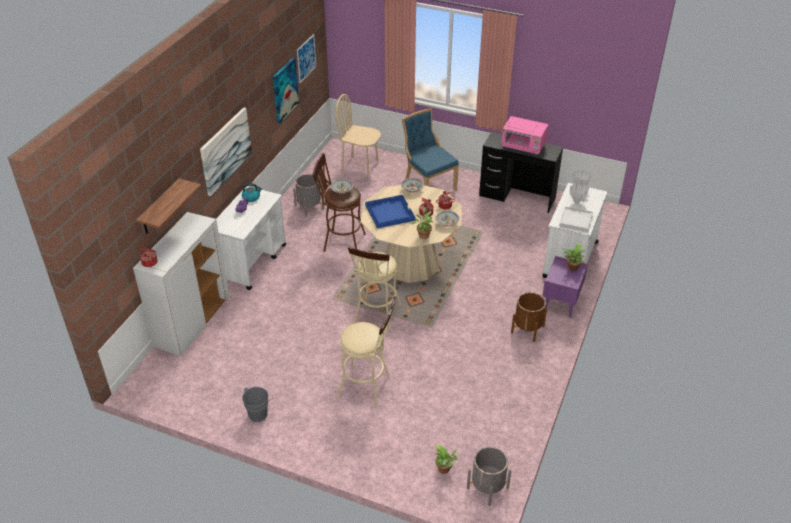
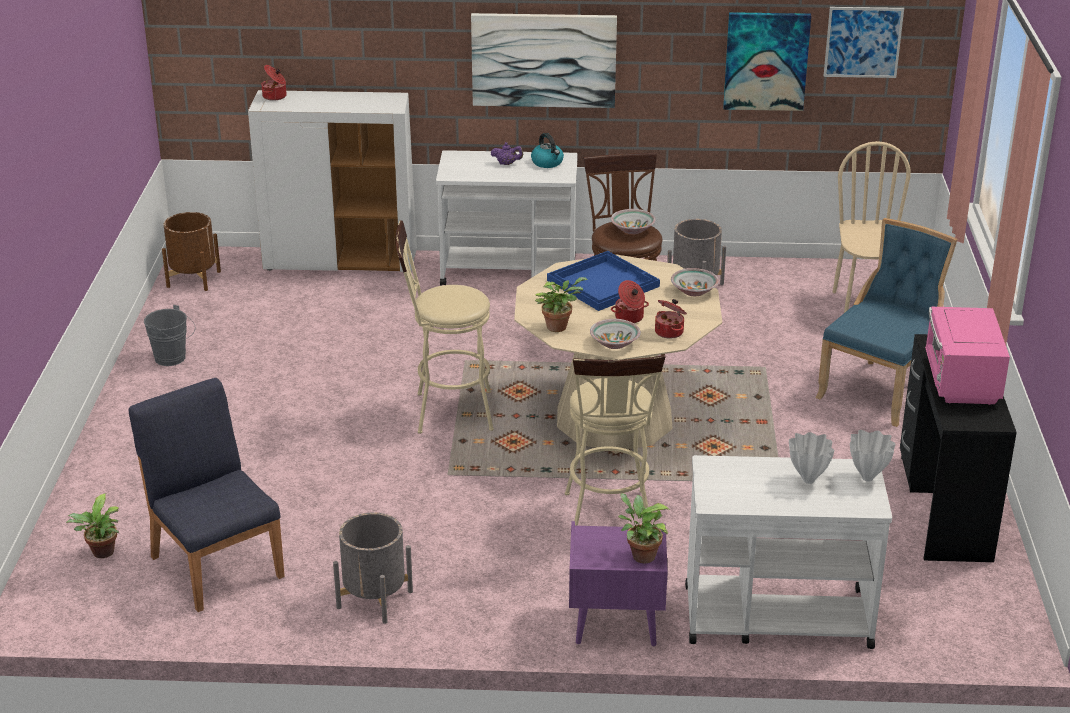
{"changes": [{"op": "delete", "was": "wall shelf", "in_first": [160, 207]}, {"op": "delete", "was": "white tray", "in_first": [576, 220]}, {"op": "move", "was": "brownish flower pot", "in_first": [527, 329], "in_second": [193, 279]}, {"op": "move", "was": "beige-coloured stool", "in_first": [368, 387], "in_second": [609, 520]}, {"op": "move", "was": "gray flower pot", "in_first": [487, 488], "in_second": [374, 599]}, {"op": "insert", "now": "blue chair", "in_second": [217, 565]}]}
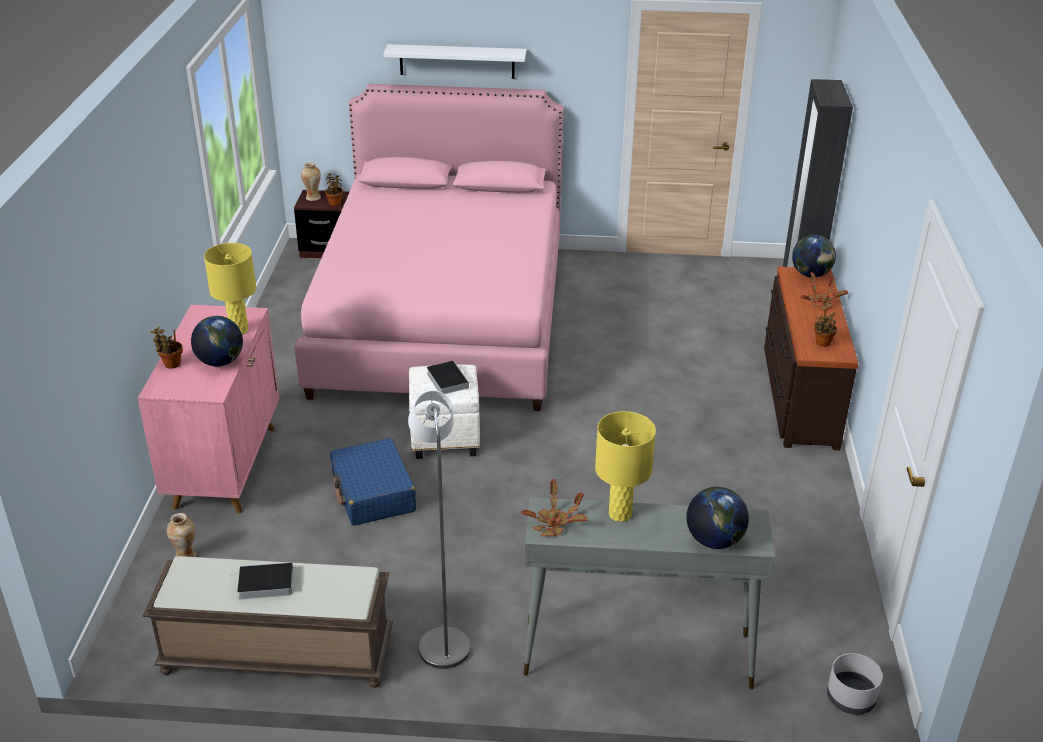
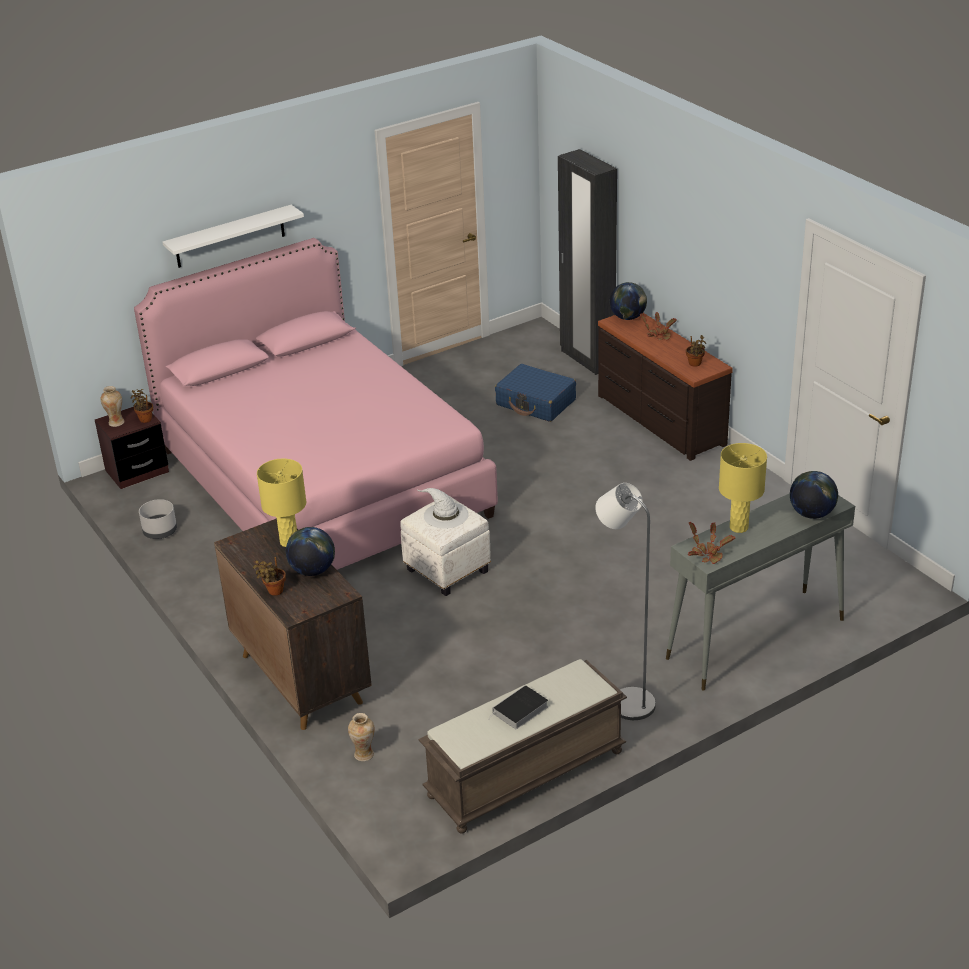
{"changes": [{"op": "recolor", "was": "pink cupboard", "now": "brownish cupboard", "in_first": [226, 466], "in_second": [300, 678]}, {"op": "replace", "was": "bound book", "now": "white wearable hat", "in_first": [446, 380], "in_second": [445, 515]}, {"op": "move", "was": "blue suitcase", "in_first": [373, 493], "in_second": [536, 402]}, {"op": "move", "was": "gray flower pot", "in_first": [850, 698], "in_second": [160, 531]}]}
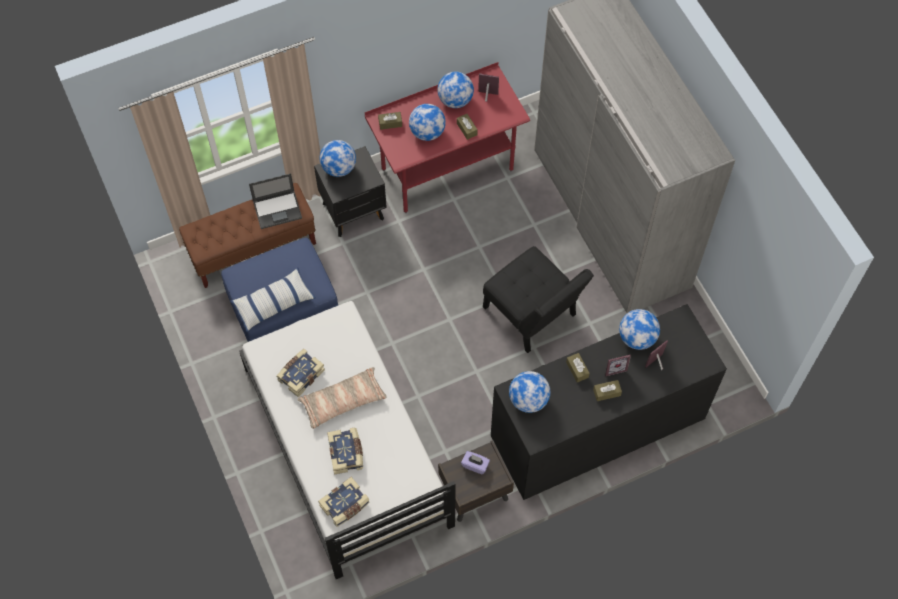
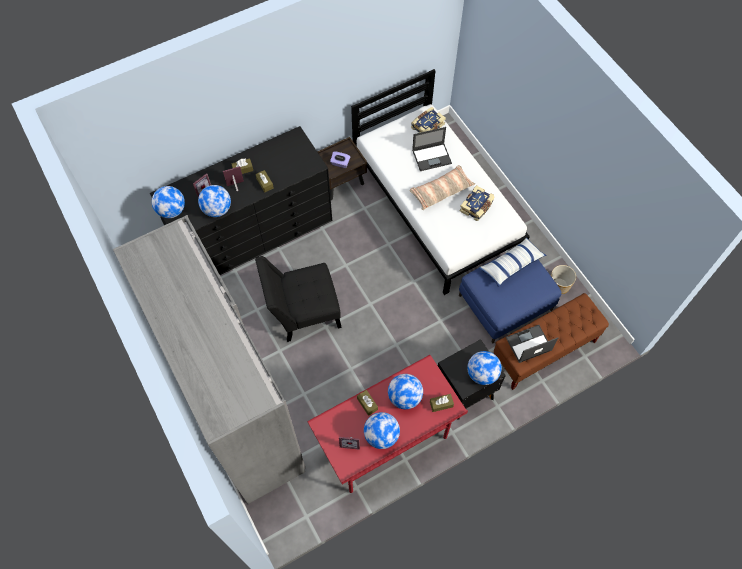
{"changes": [{"op": "rotate", "was": "black-coloured chair", "in_first": [532, 315], "in_second": [303, 312], "clockwise": -60}, {"op": "move", "was": "world globe", "in_first": [528, 400], "in_second": [172, 210]}, {"op": "replace", "was": "bound book", "now": "laptop", "in_first": [346, 453], "in_second": [432, 157]}, {"op": "insert", "now": "flower pot", "in_second": [559, 285]}]}
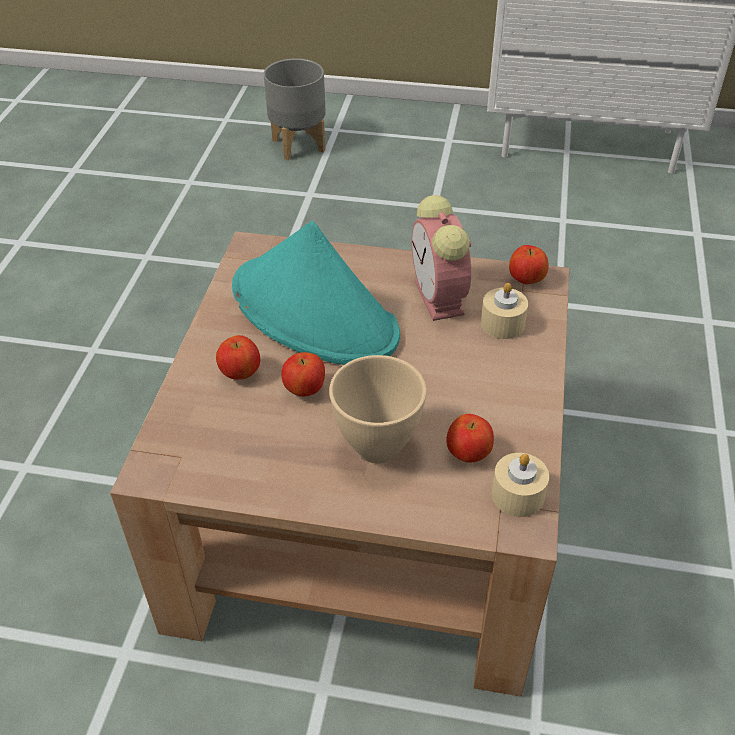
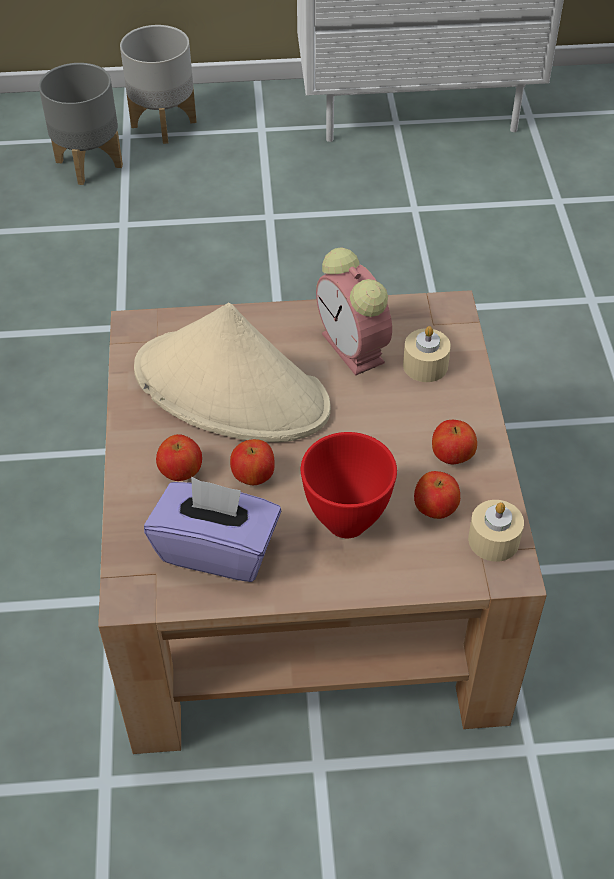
{"changes": [{"op": "recolor", "was": "turquoise-coloured wearable hat", "now": "beige-coloured wearable hat", "in_first": [315, 312], "in_second": [232, 390]}, {"op": "move", "was": "apple fruit", "in_first": [526, 280], "in_second": [452, 457]}, {"op": "recolor", "was": "beige-coloured deep dish", "now": "red deep dish", "in_first": [376, 446], "in_second": [344, 520]}, {"op": "insert", "now": "gray flower pot", "in_second": [164, 123]}, {"op": "insert", "now": "purplish tissue holder", "in_second": [217, 549]}]}
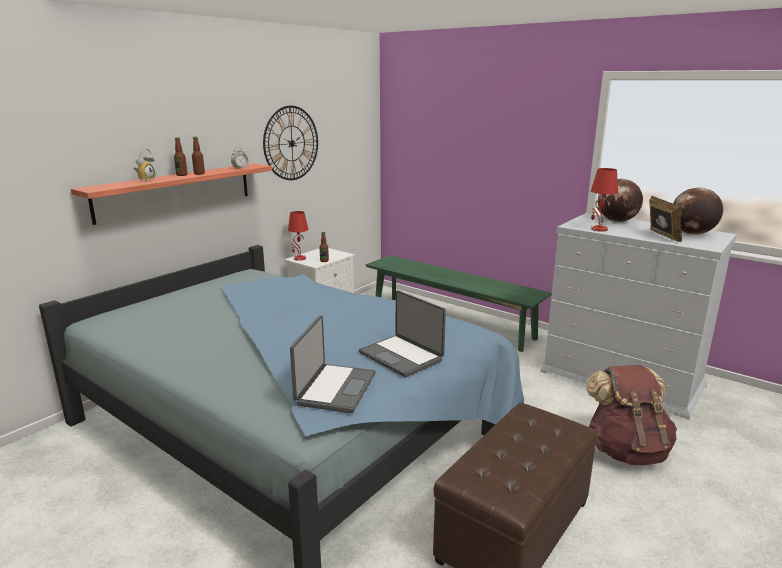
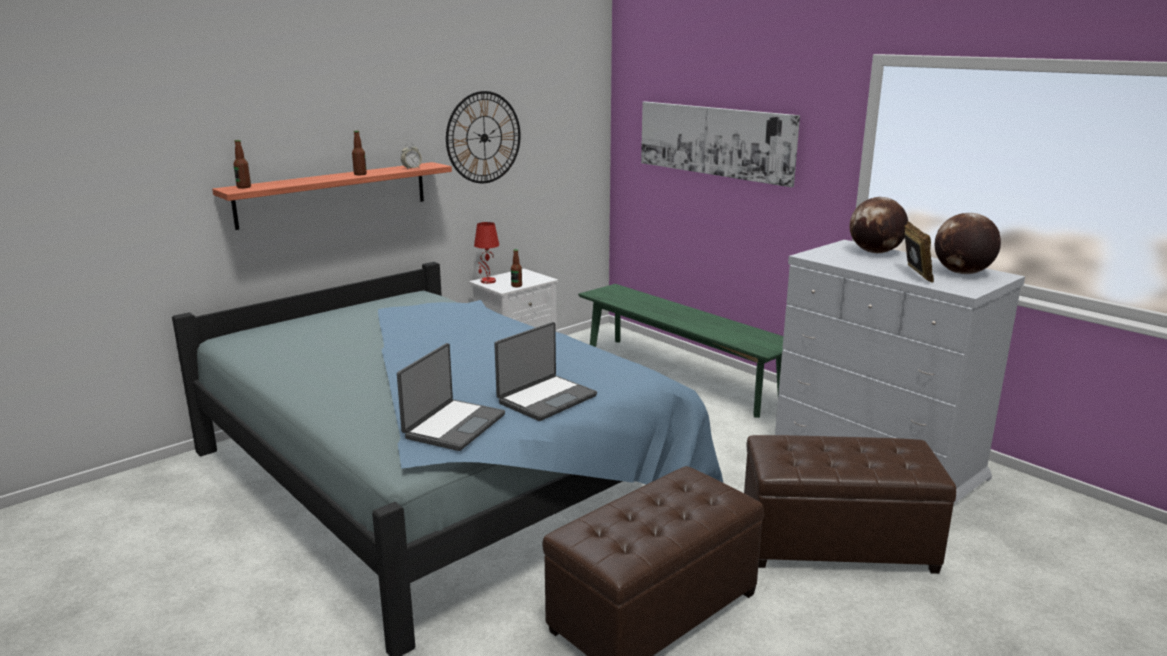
{"changes": [{"op": "move", "was": "bottle", "in_first": [182, 175], "in_second": [244, 187]}, {"op": "delete", "was": "table clock", "in_first": [145, 180]}, {"op": "delete", "was": "red tabletop lamp", "in_first": [598, 229]}, {"op": "rotate", "was": "laptop", "in_first": [402, 356], "in_second": [546, 399], "clockwise": -105}, {"op": "replace", "was": "brownish knapsack", "now": "brownish footrest", "in_first": [626, 450], "in_second": [836, 543]}, {"op": "insert", "now": "wall art", "in_second": [714, 141]}]}
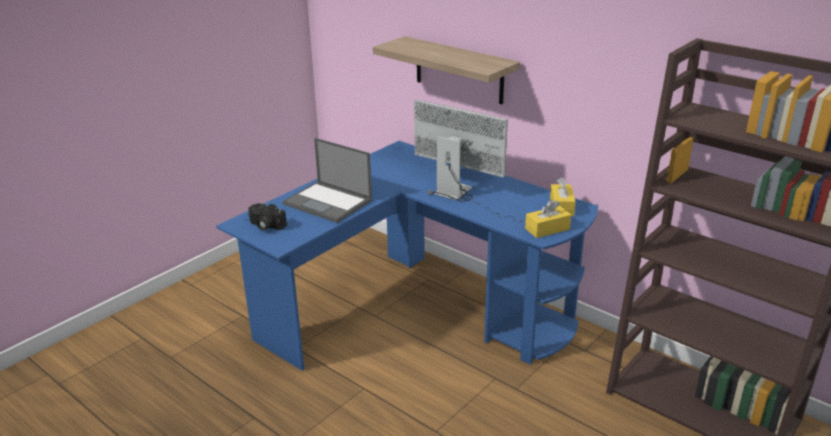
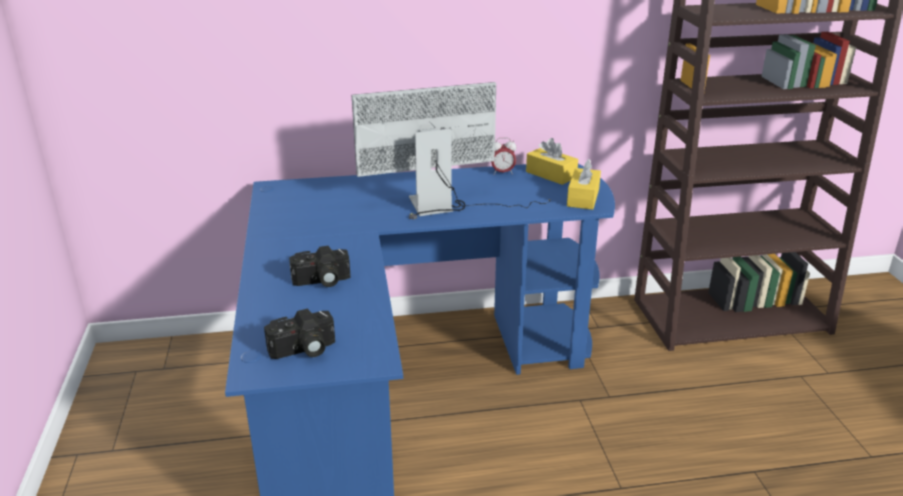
{"changes": [{"op": "delete", "was": "wall shelf", "in_first": [459, 70]}, {"op": "replace", "was": "laptop", "now": "photo camera", "in_first": [328, 202], "in_second": [321, 281]}, {"op": "insert", "now": "table clock", "in_second": [502, 173]}]}
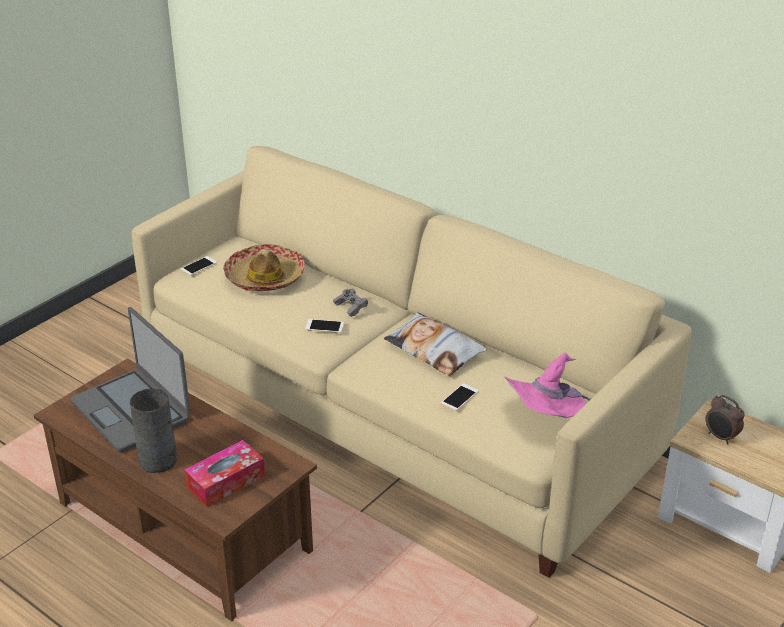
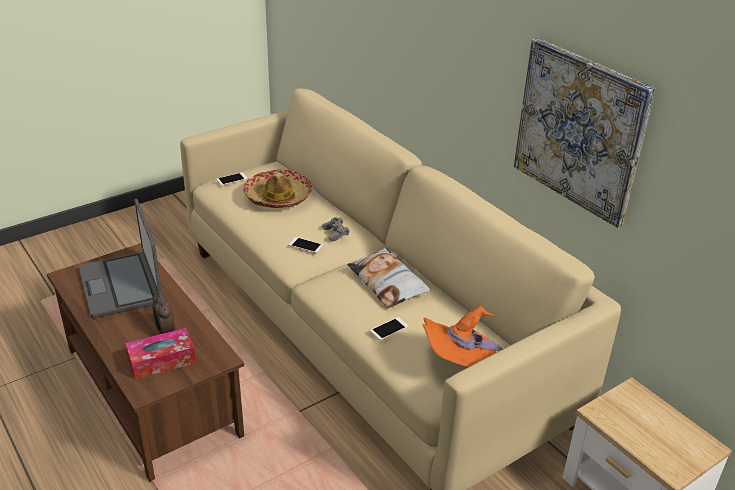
{"changes": [{"op": "recolor", "was": "pink wearable hat", "now": "orange wearable hat", "in_first": [546, 418], "in_second": [459, 364]}, {"op": "delete", "was": "gray decorative vase", "in_first": [158, 461]}, {"op": "move", "was": "table clock", "in_first": [720, 437], "in_second": [165, 331]}, {"op": "insert", "now": "wall art", "in_second": [580, 130]}]}
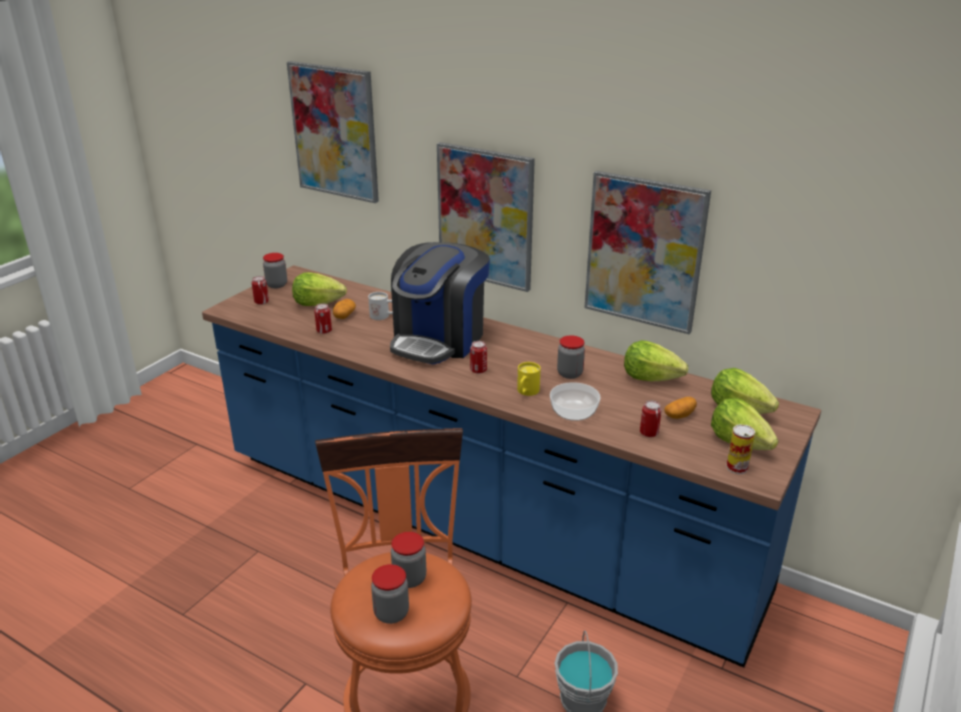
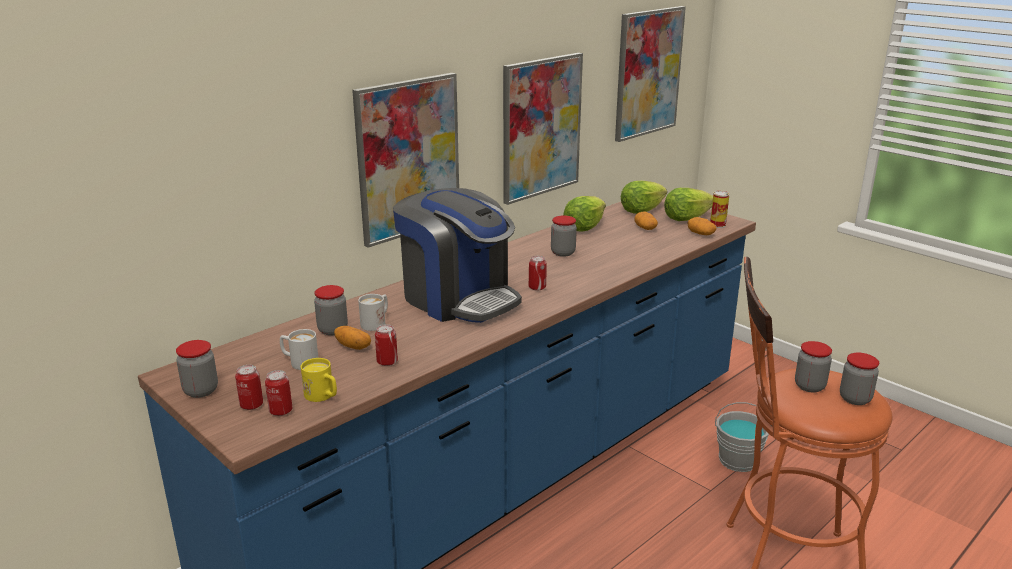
{"changes": [{"op": "move", "was": "wall art", "in_first": [335, 132], "in_second": [648, 73]}, {"op": "replace", "was": "lettuce", "now": "white coffee mug", "in_first": [317, 303], "in_second": [299, 362]}, {"op": "move", "was": "yellowish coffee mug", "in_first": [526, 392], "in_second": [323, 396]}, {"op": "delete", "was": "deep dish", "in_first": [574, 411]}, {"op": "move", "was": "can", "in_first": [649, 433], "in_second": [280, 411]}, {"op": "insert", "now": "potato", "in_second": [700, 234]}, {"op": "insert", "now": "preserve jar", "in_second": [333, 330]}]}
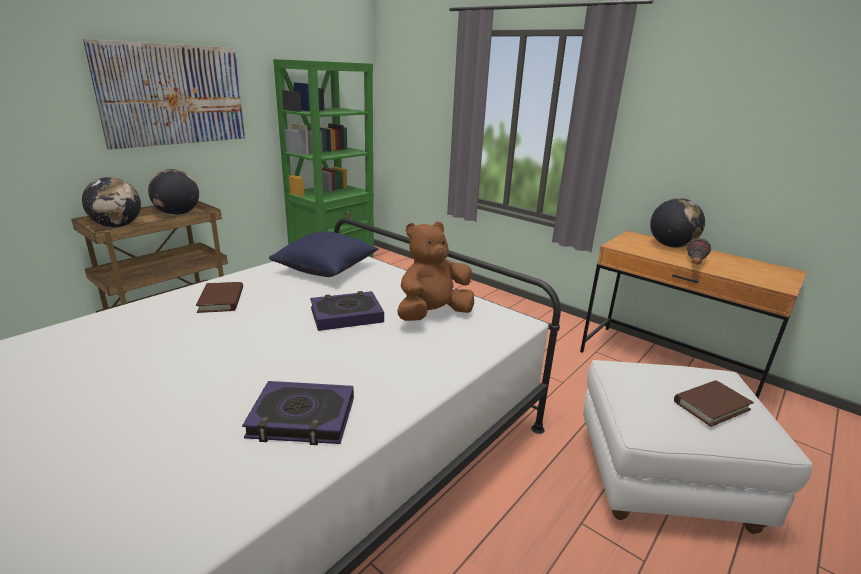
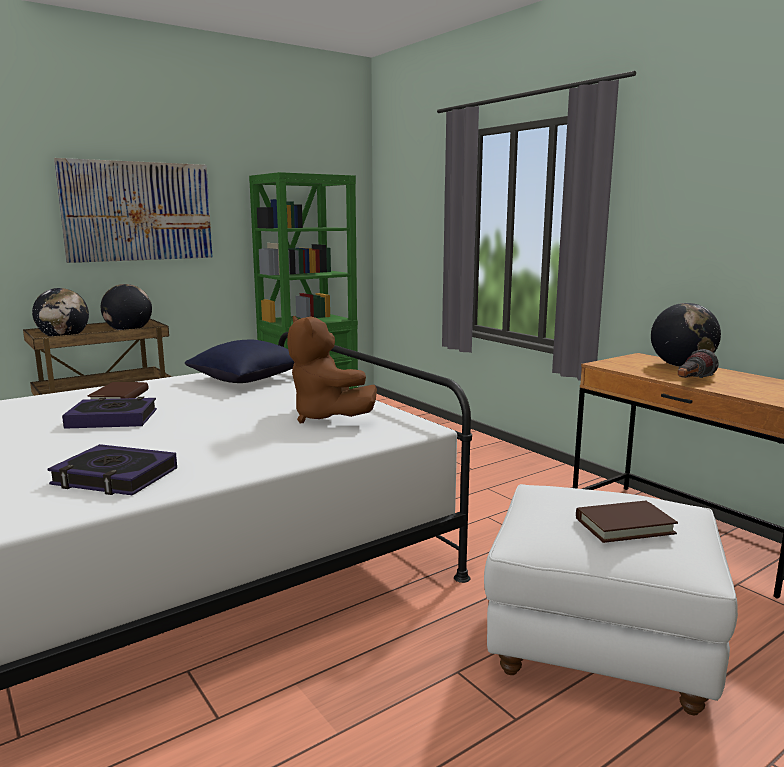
{"changes": [{"op": "rotate", "was": "brownish plush toy", "in_first": [433, 314], "in_second": [326, 417], "clockwise": -105}, {"op": "move", "was": "bound book", "in_first": [346, 315], "in_second": [112, 419]}]}
